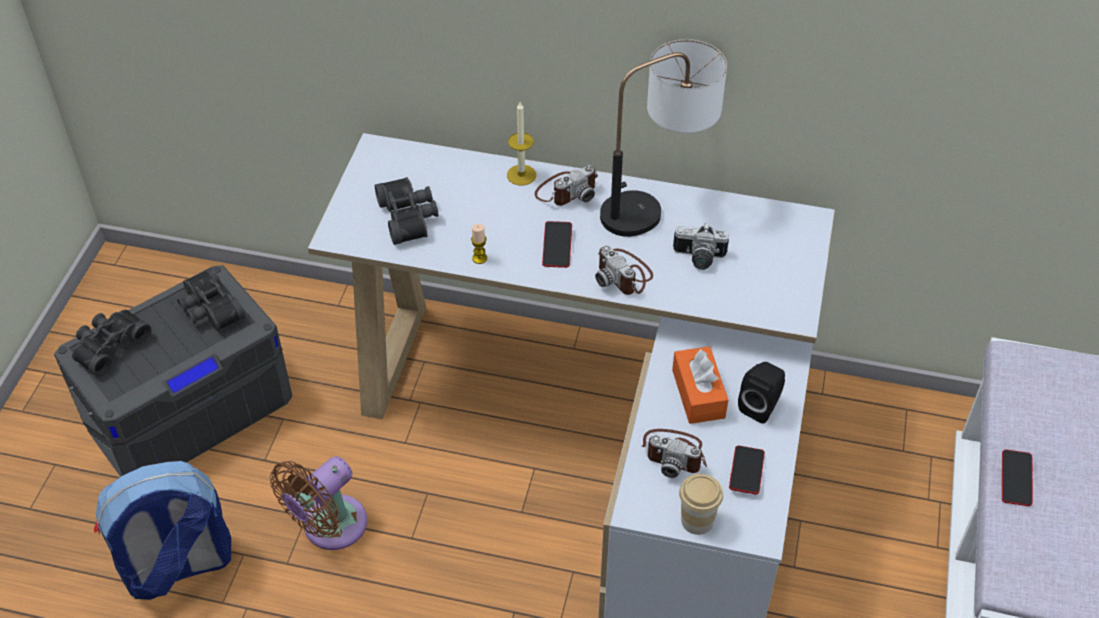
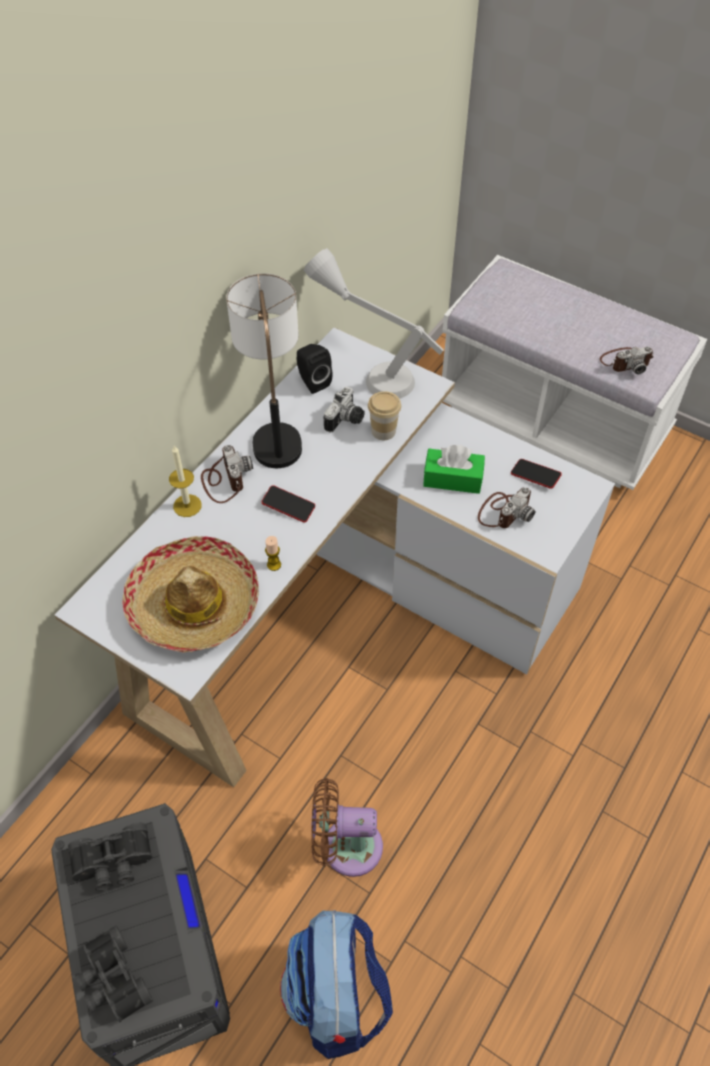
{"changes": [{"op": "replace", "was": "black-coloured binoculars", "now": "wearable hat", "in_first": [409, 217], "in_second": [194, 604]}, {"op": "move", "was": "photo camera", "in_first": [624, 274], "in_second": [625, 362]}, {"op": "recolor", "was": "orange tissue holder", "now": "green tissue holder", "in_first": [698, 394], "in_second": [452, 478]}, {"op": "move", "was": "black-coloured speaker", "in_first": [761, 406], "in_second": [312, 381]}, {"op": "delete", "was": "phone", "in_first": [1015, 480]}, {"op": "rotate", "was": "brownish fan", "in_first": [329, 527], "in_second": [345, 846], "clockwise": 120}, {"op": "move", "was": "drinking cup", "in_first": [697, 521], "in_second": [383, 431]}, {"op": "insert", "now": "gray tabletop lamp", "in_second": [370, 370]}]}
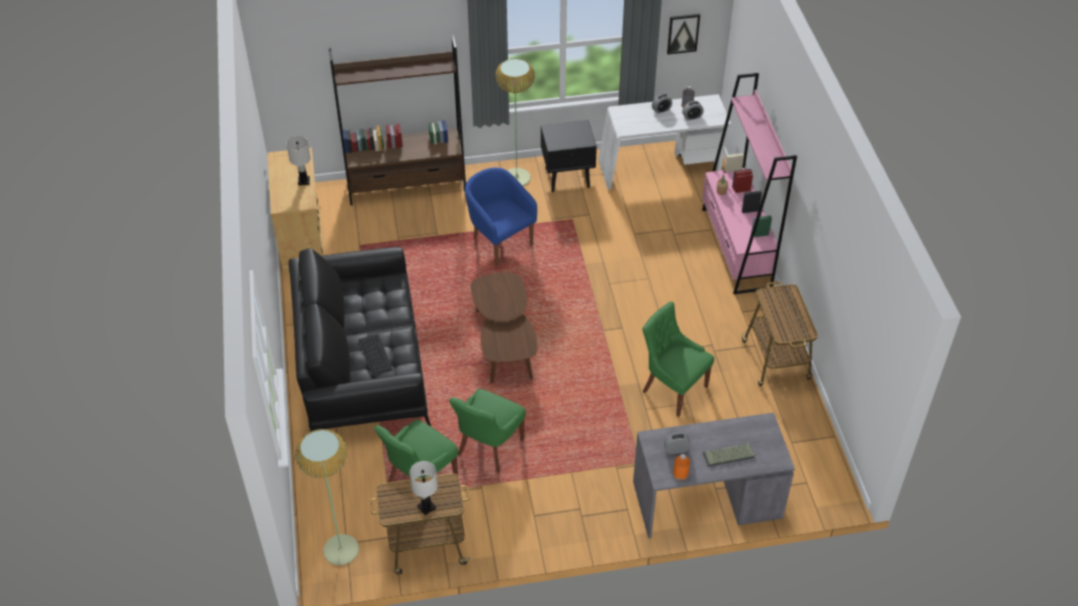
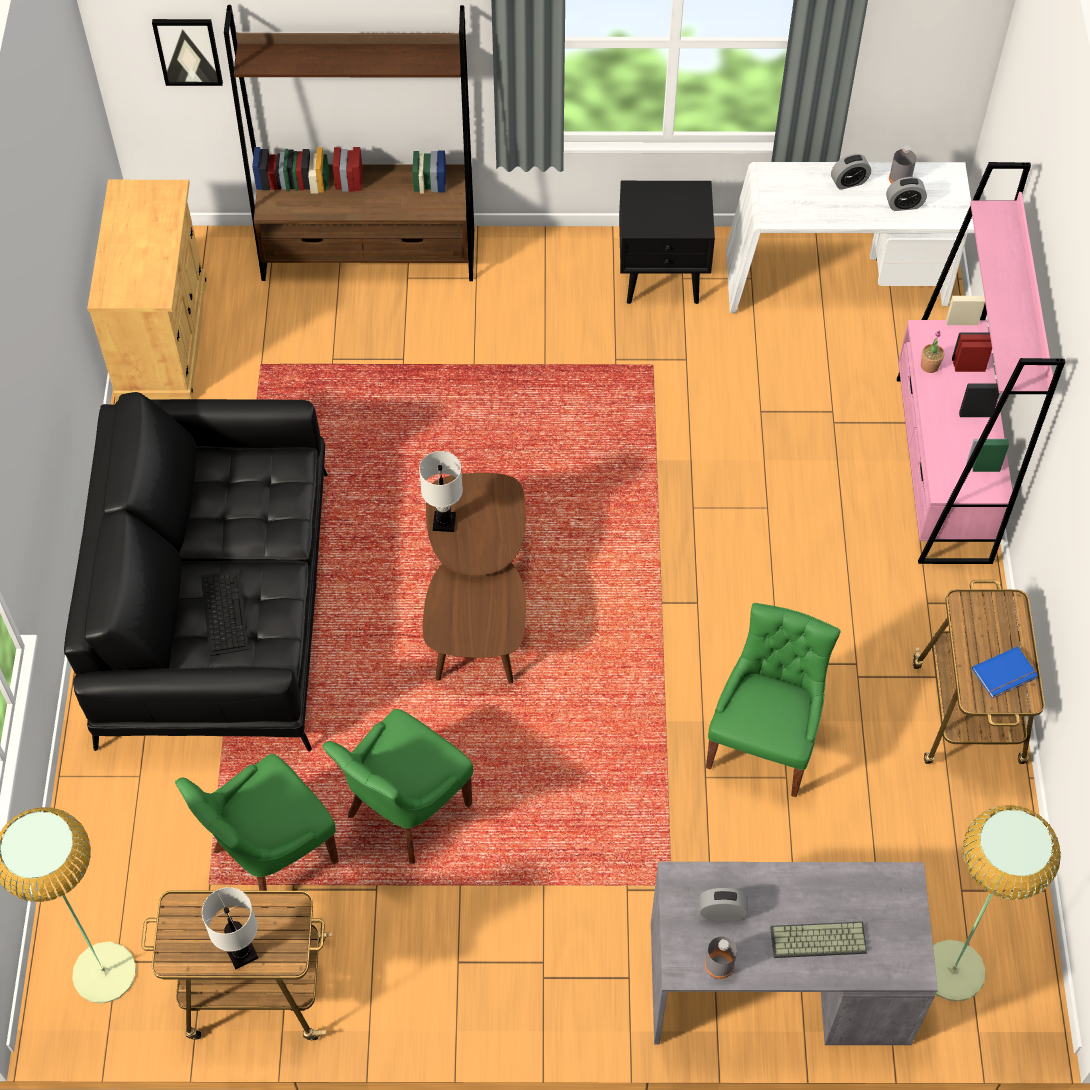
{"changes": [{"op": "move", "was": "wall art", "in_first": [683, 33], "in_second": [188, 51]}, {"op": "move", "was": "standard lamp", "in_first": [517, 178], "in_second": [953, 971]}, {"op": "move", "was": "white tabletop lamp", "in_first": [303, 181], "in_second": [444, 522]}, {"op": "delete", "was": "blue lounge chair", "in_first": [499, 243]}, {"op": "rotate", "was": "green chair", "in_first": [673, 388], "in_second": [764, 743], "clockwise": 60}, {"op": "recolor", "was": "orange bottle", "now": "gray bottle", "in_first": [680, 473], "in_second": [719, 964]}, {"op": "insert", "now": "blue bound book", "in_second": [1005, 674]}]}
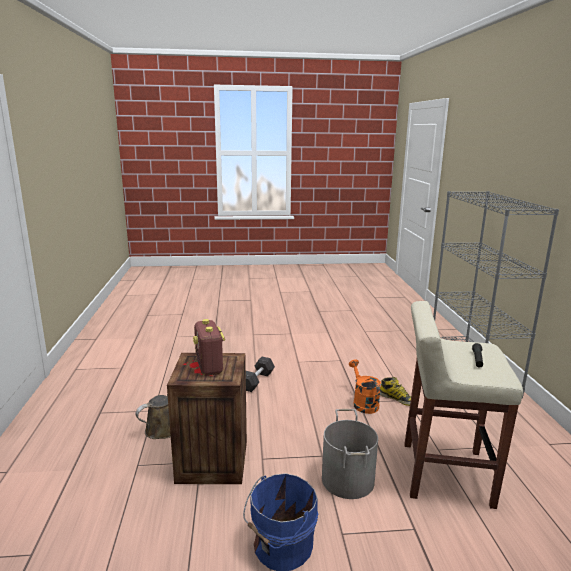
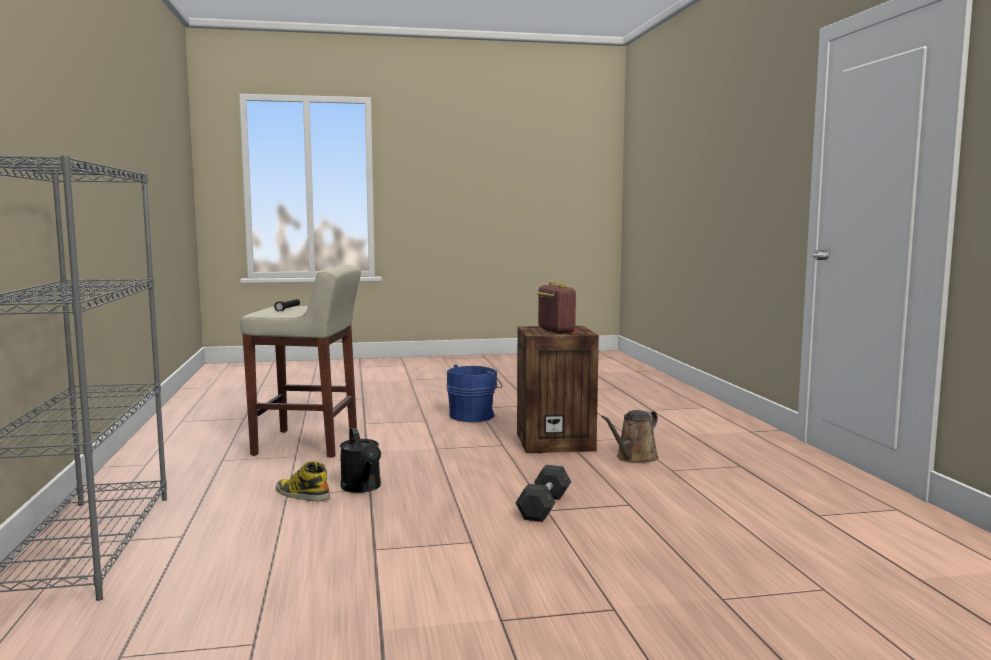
{"changes": [{"op": "recolor", "was": "orange watering can", "now": "black-coloured watering can", "in_first": [363, 403], "in_second": [363, 488]}, {"op": "delete", "was": "gray pail", "in_first": [347, 480]}]}
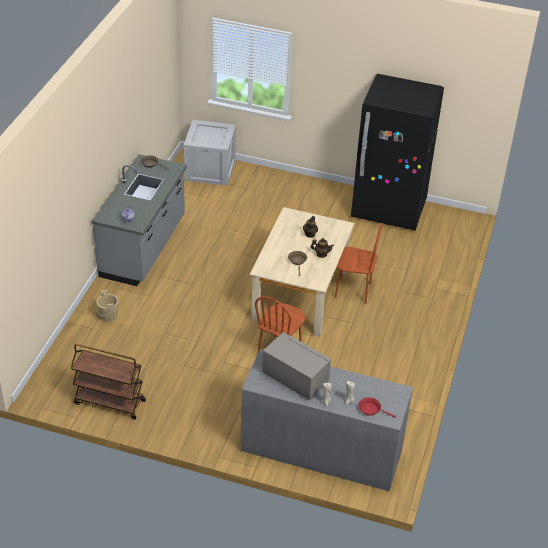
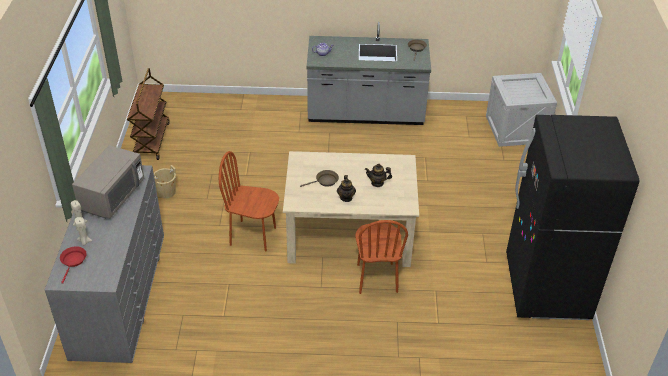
{"changes": [{"op": "move", "was": "beige-coloured pail", "in_first": [108, 315], "in_second": [166, 192]}]}
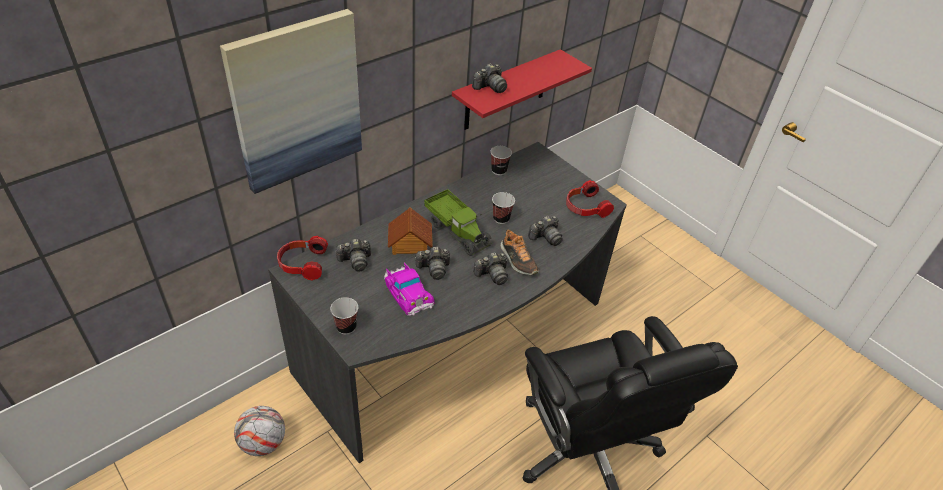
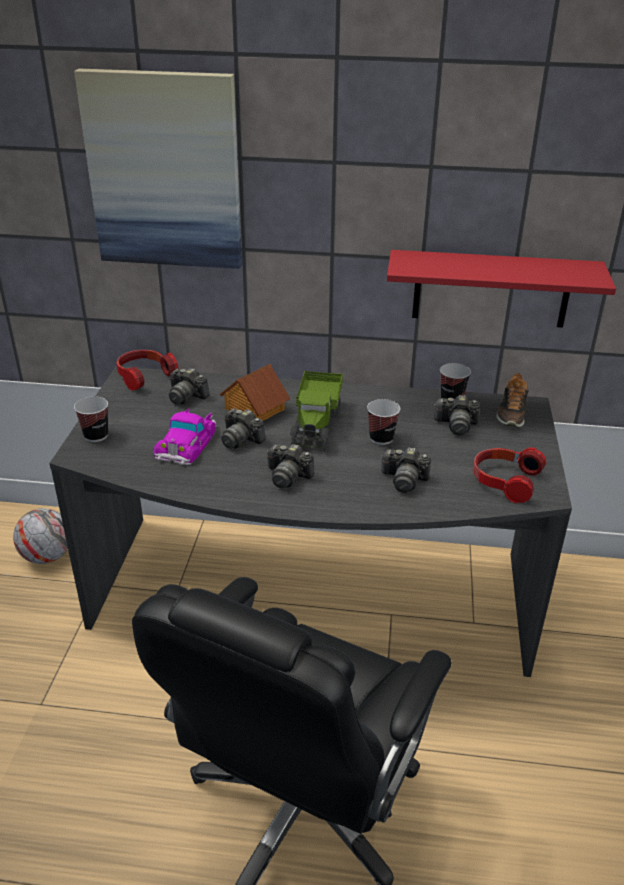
{"changes": [{"op": "move", "was": "photo camera", "in_first": [490, 87], "in_second": [456, 425]}, {"op": "move", "was": "low shoe", "in_first": [517, 260], "in_second": [511, 413]}]}
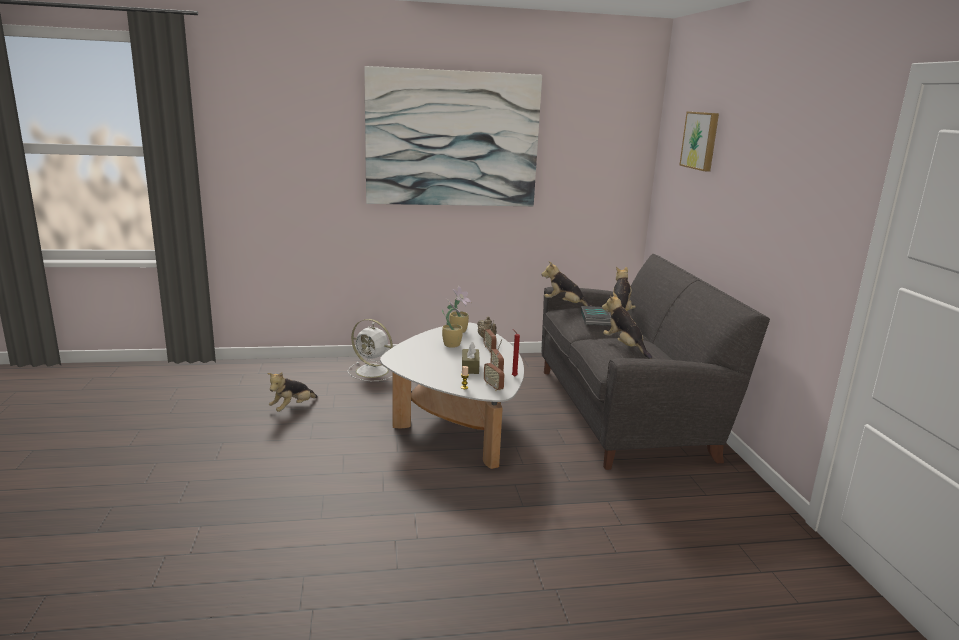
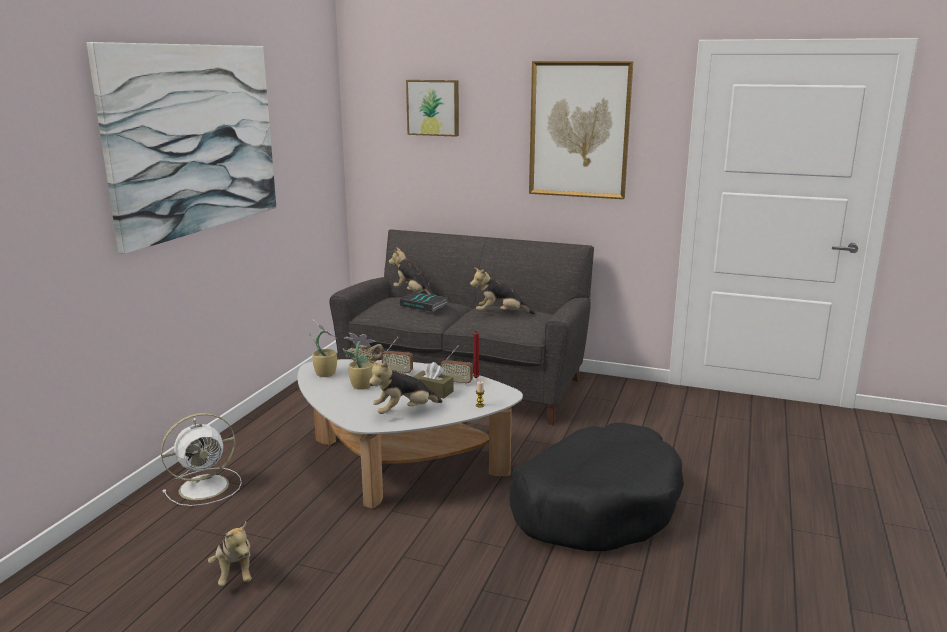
{"changes": [{"op": "move", "was": "plush toy", "in_first": [565, 305], "in_second": [404, 412]}, {"op": "delete", "was": "radio receiver", "in_first": [493, 386]}, {"op": "insert", "now": "wall art", "in_second": [579, 130]}, {"op": "insert", "now": "black-coloured pet bed", "in_second": [595, 505]}]}
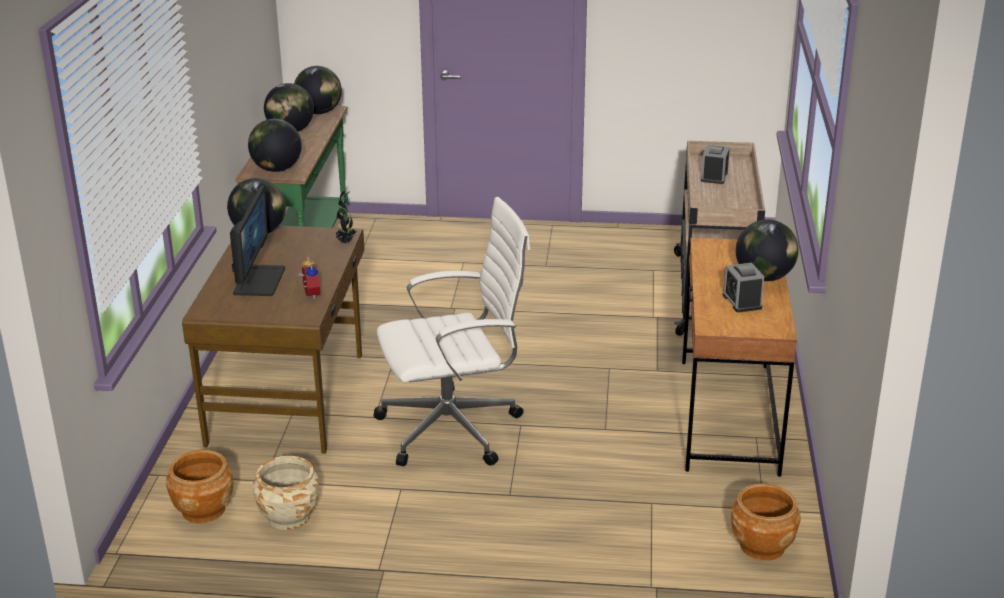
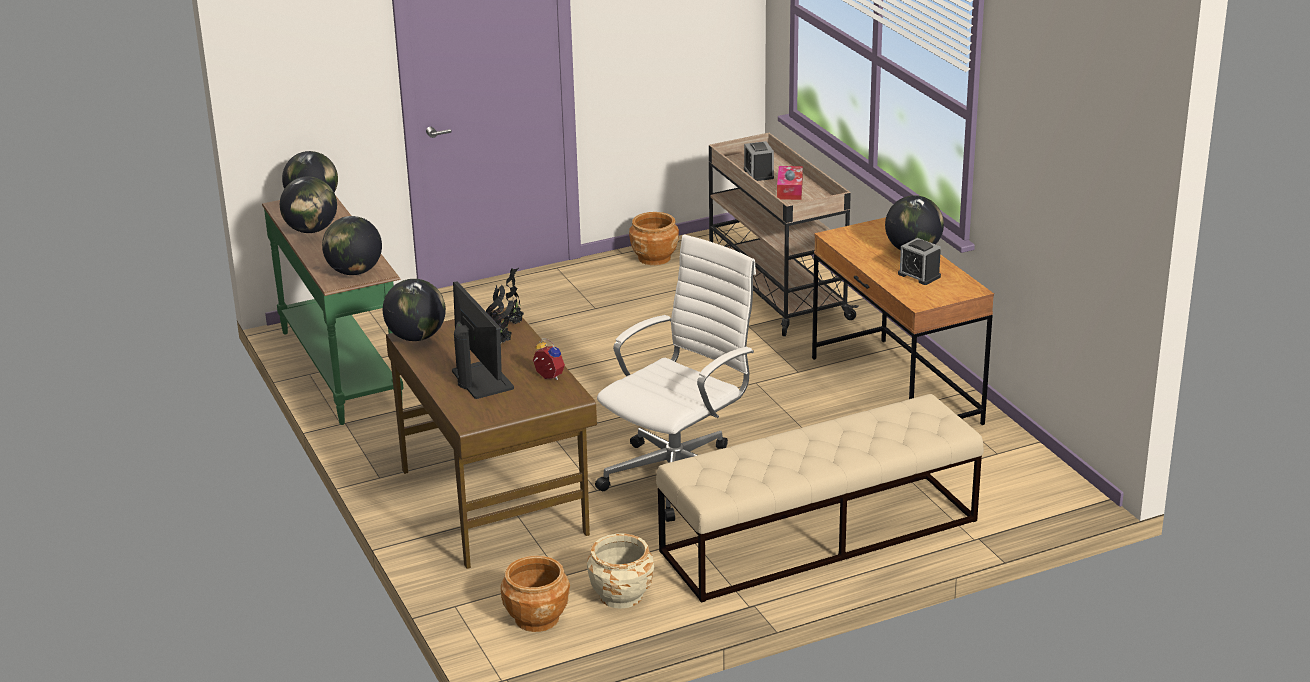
{"changes": [{"op": "move", "was": "brownish flower pot", "in_first": [762, 546], "in_second": [654, 258]}, {"op": "insert", "now": "tissue holder", "in_second": [789, 189]}, {"op": "insert", "now": "plant in a pot", "in_second": [502, 342]}, {"op": "insert", "now": "beige-coloured bench", "in_second": [818, 536]}]}
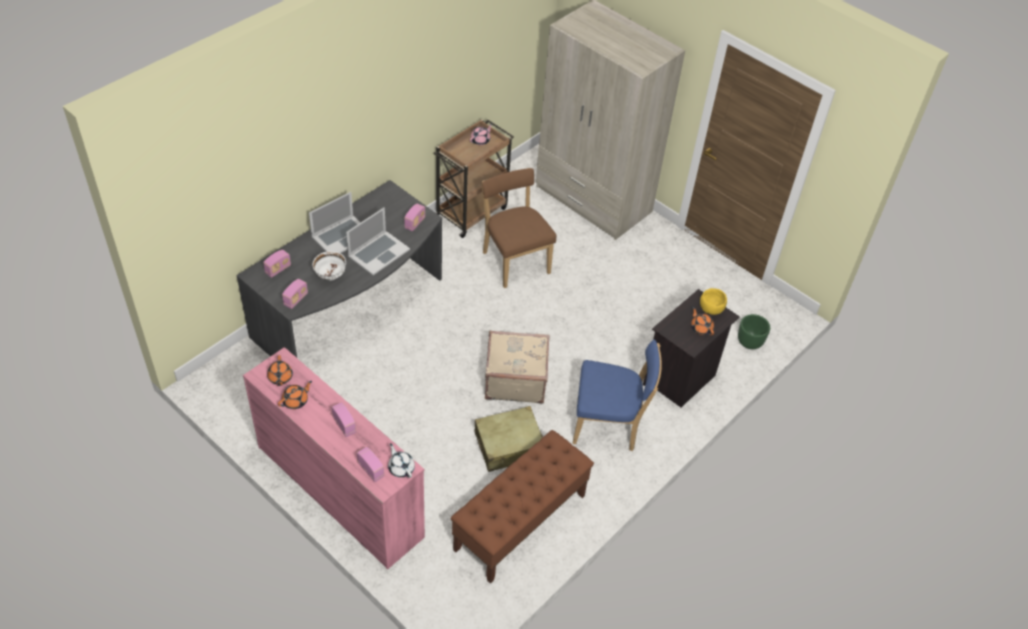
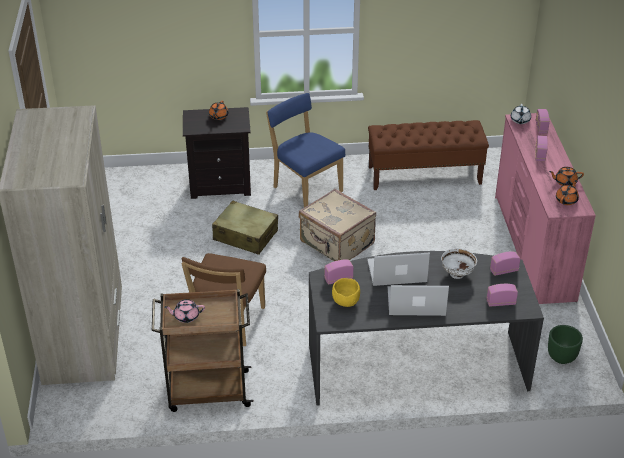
{"changes": [{"op": "move", "was": "yellowish deep dish", "in_first": [711, 309], "in_second": [345, 301]}, {"op": "move", "was": "green flower pot", "in_first": [749, 342], "in_second": [562, 357]}, {"op": "move", "was": "beige-coloured suitcase", "in_first": [509, 445], "in_second": [245, 236]}]}
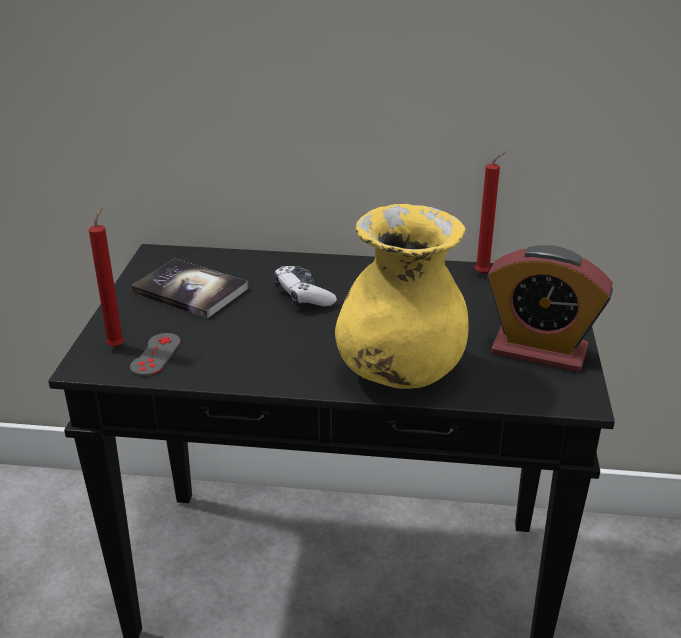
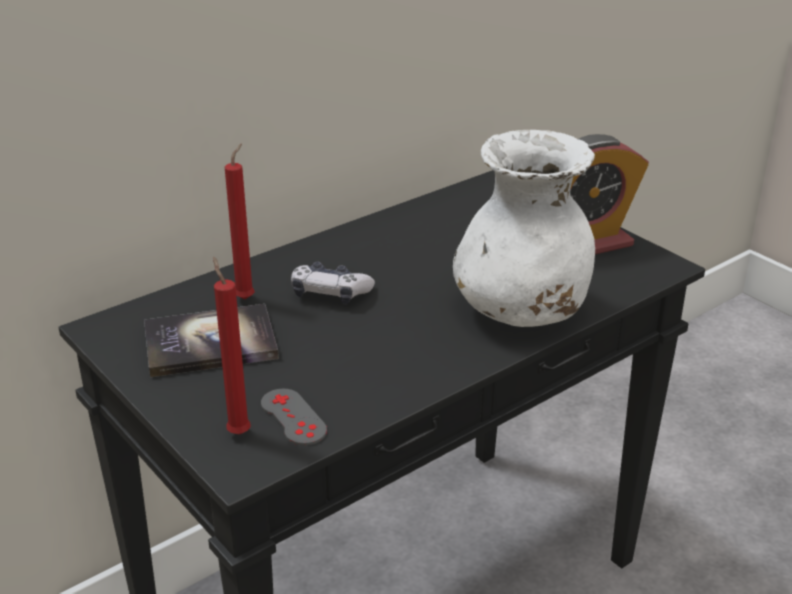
{"changes": [{"op": "move", "was": "red wax light", "in_first": [484, 274], "in_second": [247, 297]}, {"op": "recolor", "was": "yellowish decorative vase", "now": "white decorative vase", "in_first": [400, 373], "in_second": [522, 313]}]}
